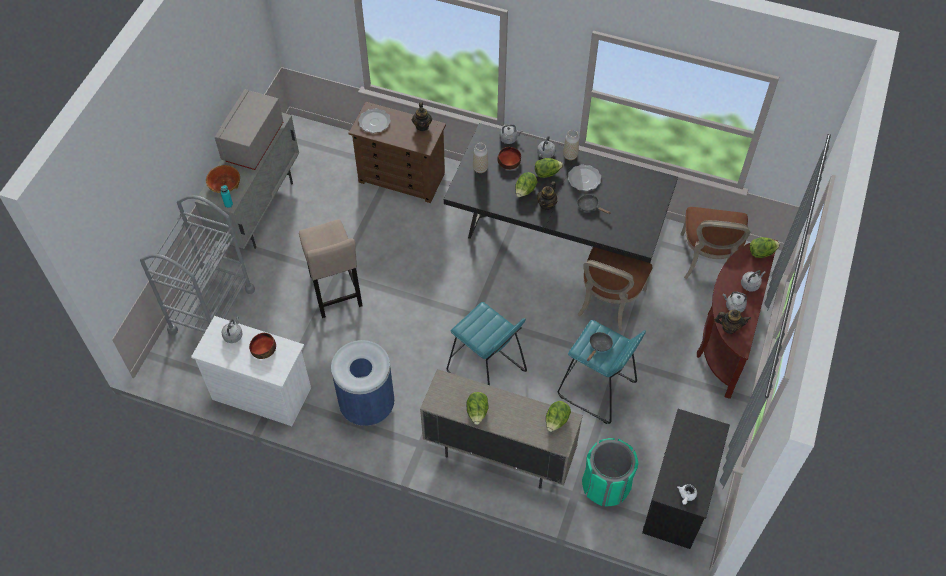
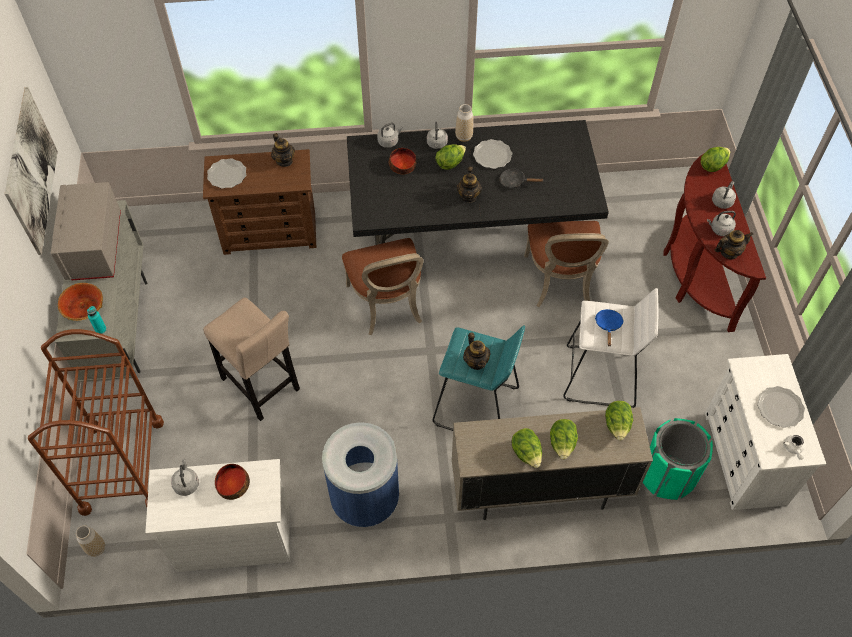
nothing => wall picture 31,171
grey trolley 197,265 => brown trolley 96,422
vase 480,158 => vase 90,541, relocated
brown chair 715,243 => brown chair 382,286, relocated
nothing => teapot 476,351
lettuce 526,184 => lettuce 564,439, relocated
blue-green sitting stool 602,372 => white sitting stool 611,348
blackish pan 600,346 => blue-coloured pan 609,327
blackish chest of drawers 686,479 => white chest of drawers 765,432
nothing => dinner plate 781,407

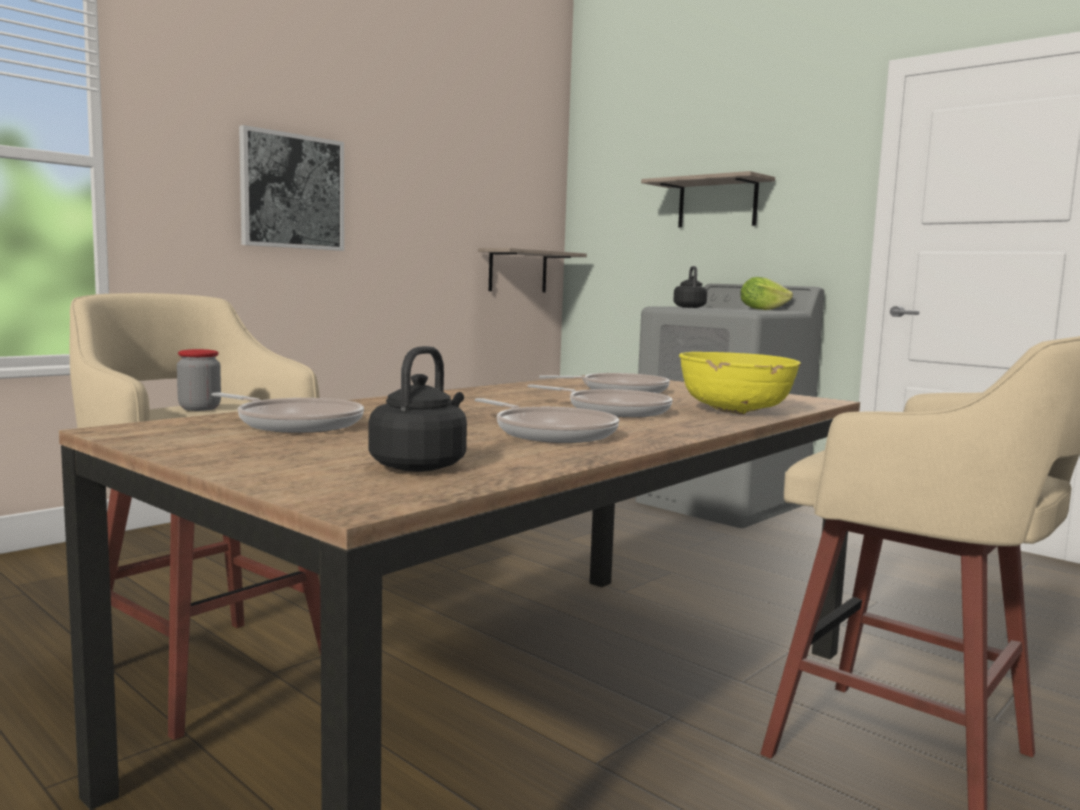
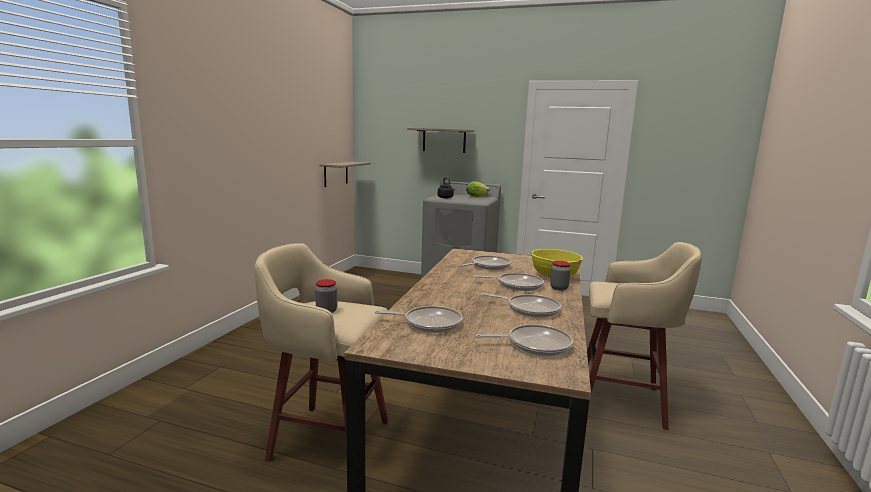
blackish water kettle 418,409 => pan 524,340
nothing => jar 560,275
wall picture 291,188 => nothing

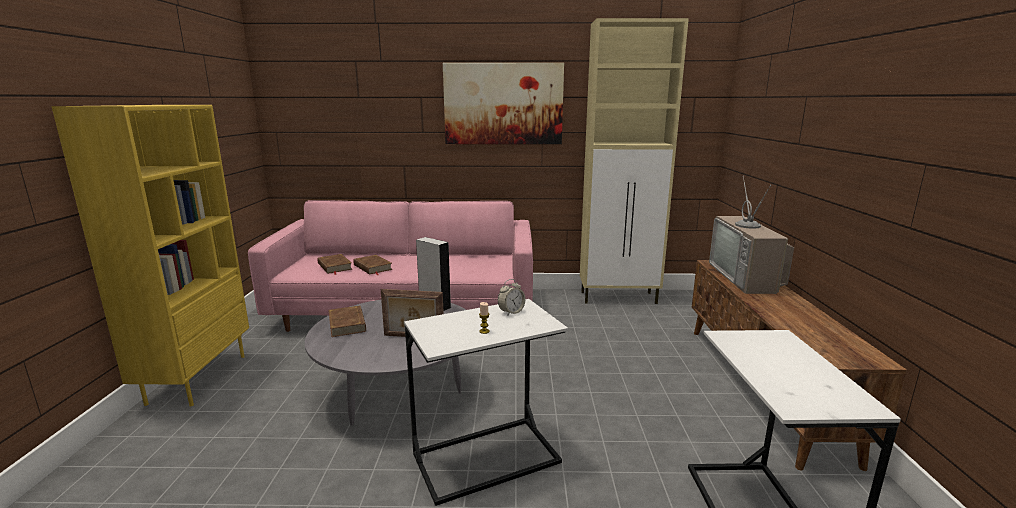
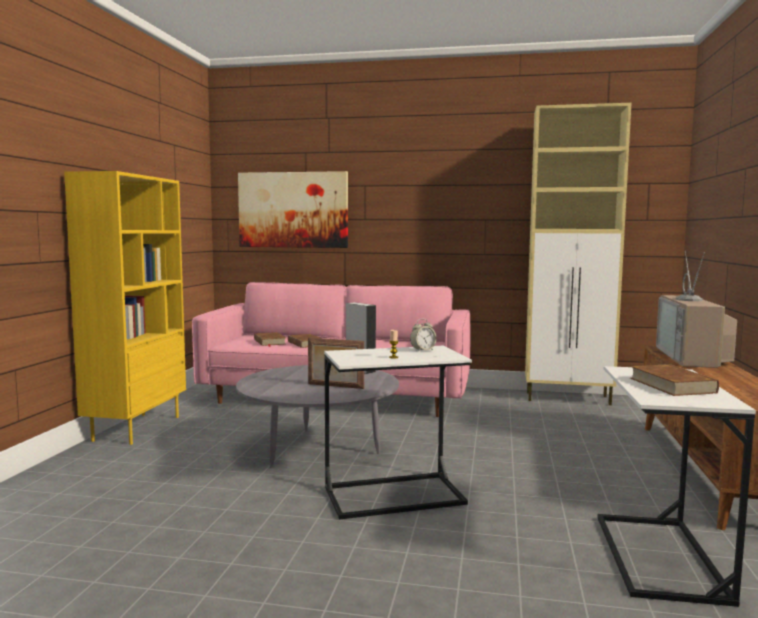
wall picture 503,103 => wall picture 293,209, relocated
brown volume 347,321 => brown volume 674,380, relocated

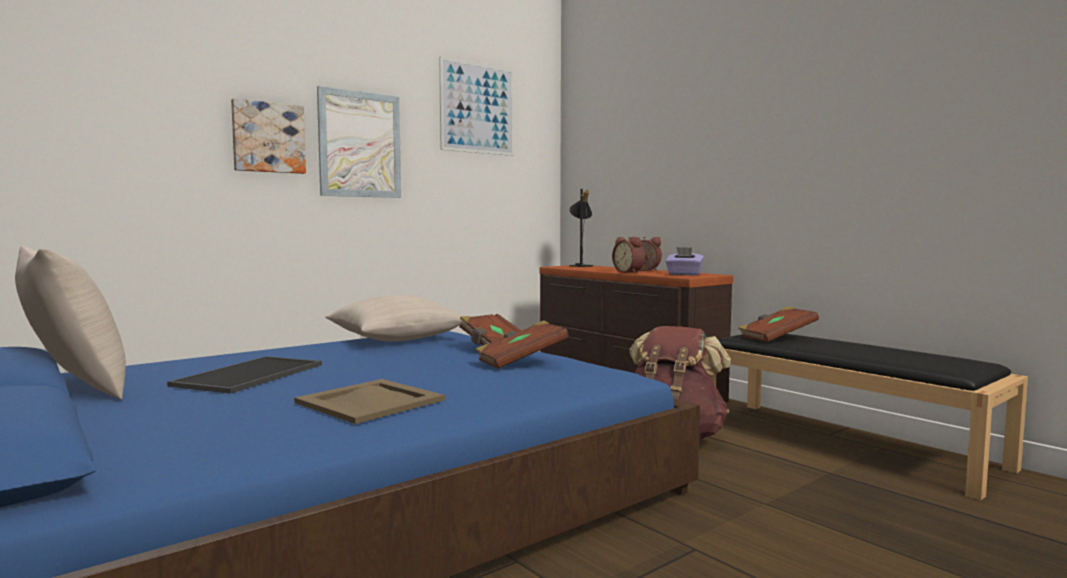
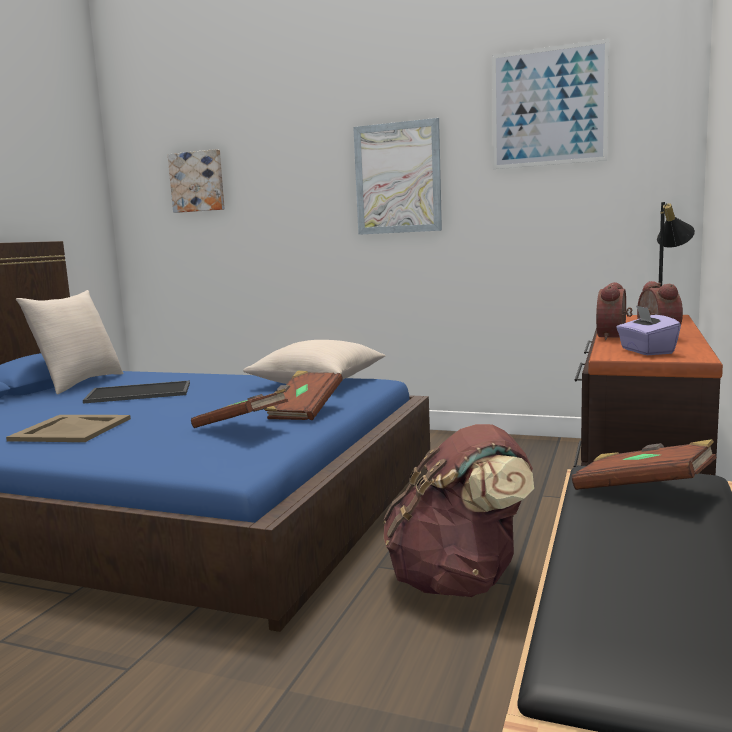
wall picture 268,136 => wall picture 196,181, relocated

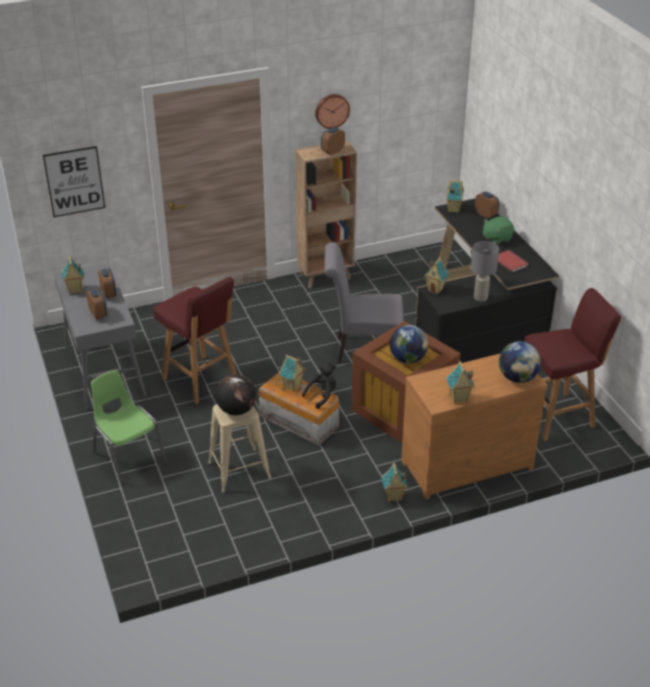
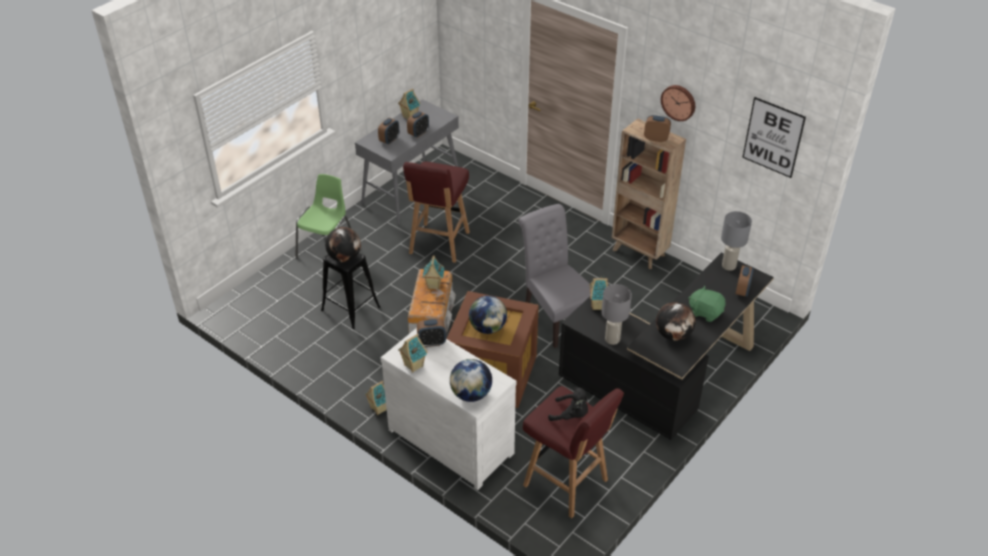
sand-coloured sitting stool 239,448 => blackish sitting stool 350,291
brown chest of drawers 474,426 => white chest of drawers 448,409
nothing => table clock 431,333
blackish soft toy 319,386 => blackish soft toy 568,404, relocated
reddish volume 513,261 => desk globe 676,321
miniature house 455,196 => grey lamp for a table 736,241
wall picture 74,181 => wall picture 774,137, relocated

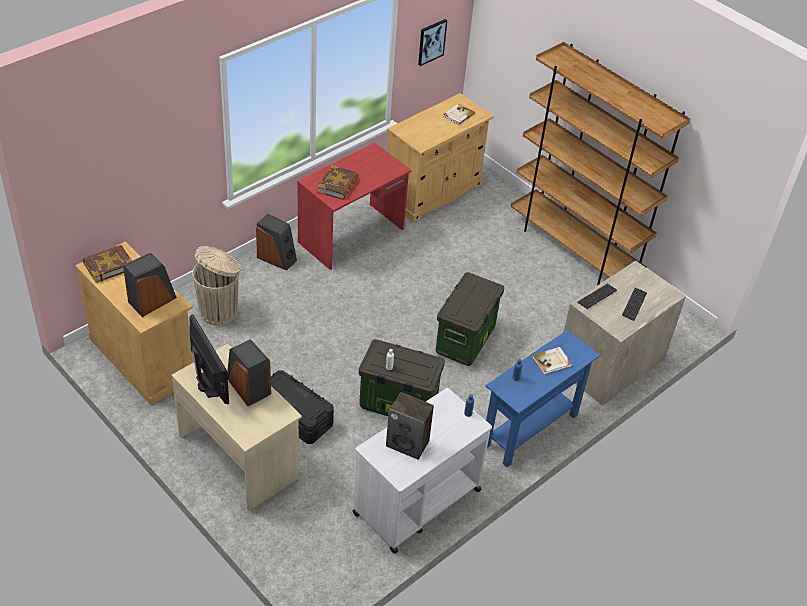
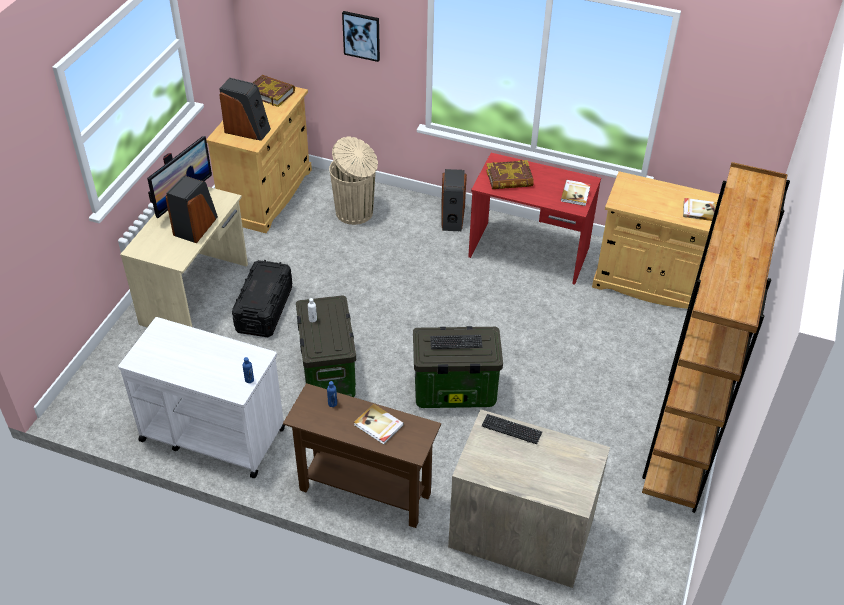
blue-coloured narrow table 543,398 => brown narrow table 362,455
wall picture 432,42 => wall picture 361,36, relocated
keyboard 634,304 => keyboard 456,342, relocated
nothing => volume 576,193
loudspeaker 410,426 => nothing

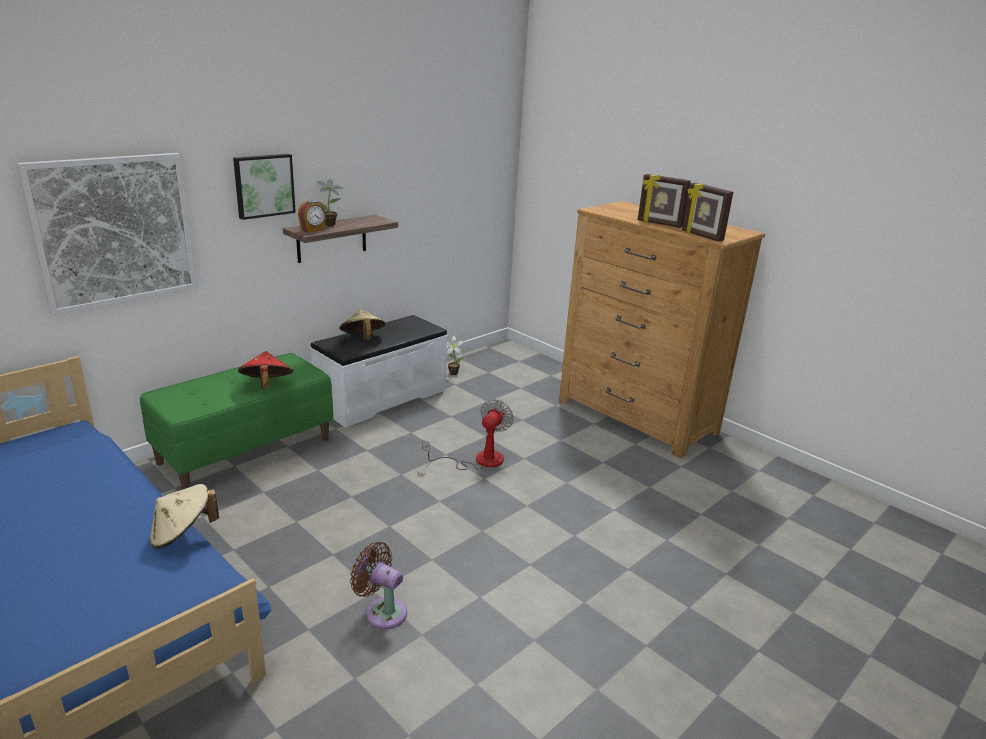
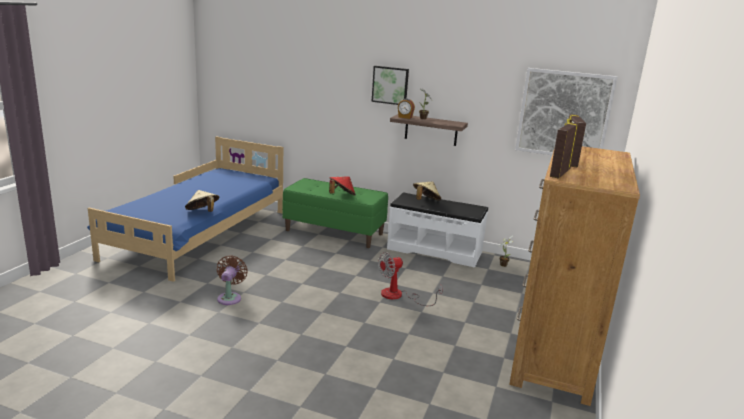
cooling fan 468,434 => cooling fan 410,279, 150 degrees clockwise
wall picture 106,234 => wall picture 566,111, relocated

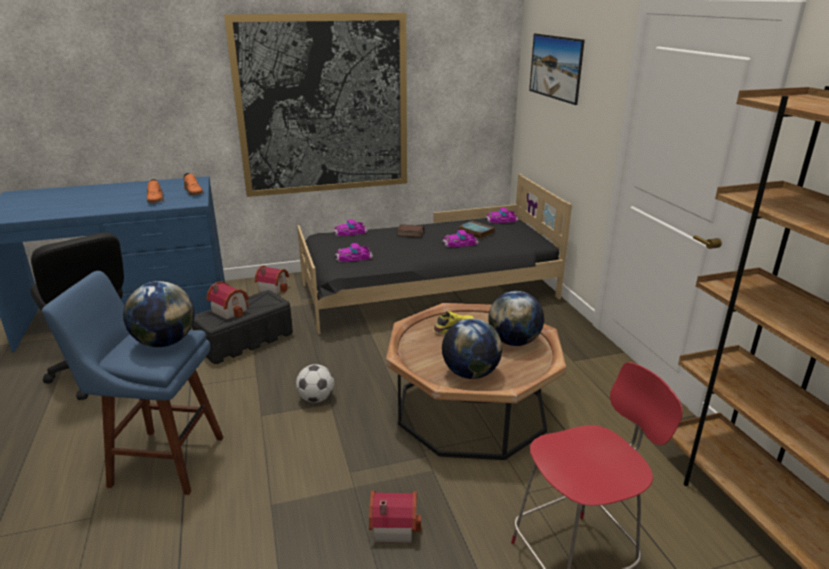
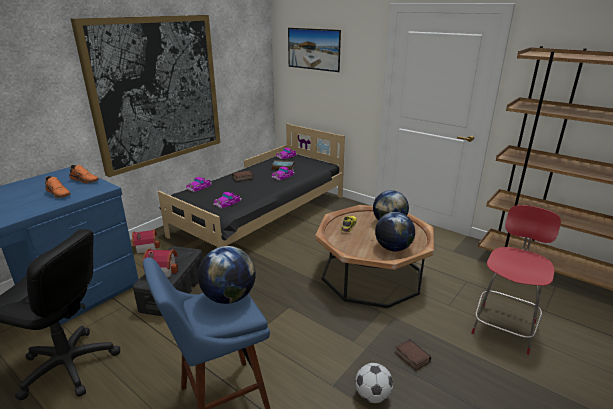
football ball 315,383 => football ball 374,383, relocated
miniature house 395,517 => volume 413,355

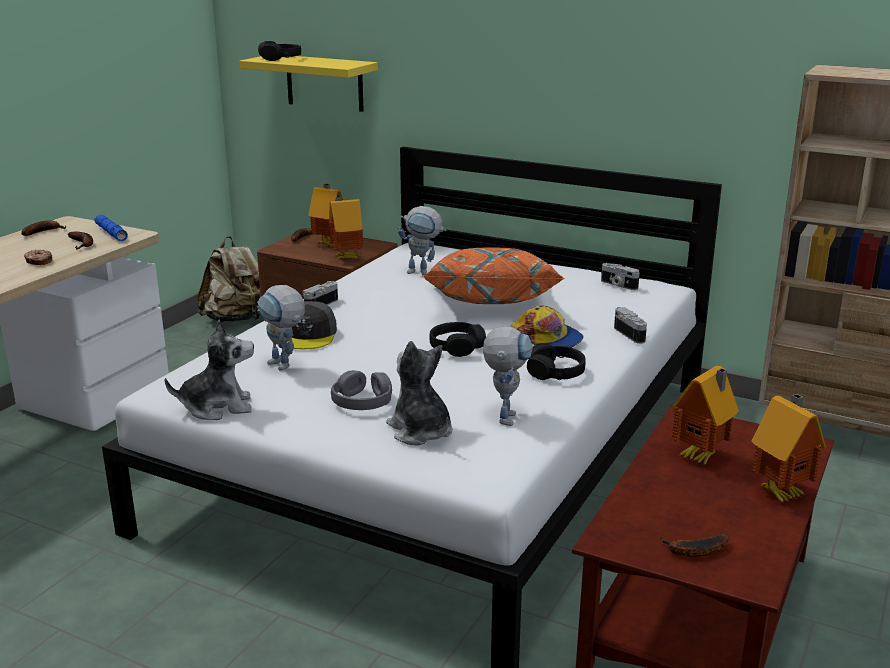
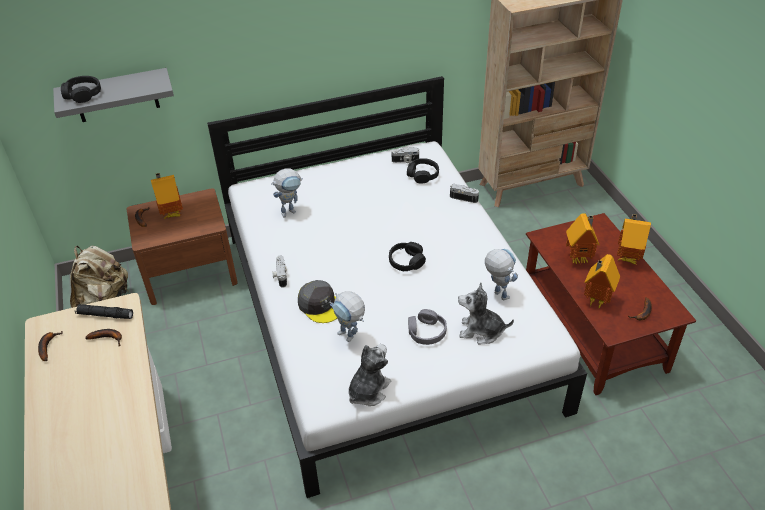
yellow shelf 309,84 => grey shelf 113,95
blue-coloured torch 111,228 => blackish torch 104,311
robot figure 281,328 => robot figure 347,316, 45 degrees clockwise
blackish headphones 556,361 => blackish headphones 423,170, relocated
miniature house 346,228 => miniature house 602,281, relocated
donut 38,257 => nothing
orange cushion 494,276 => nothing
peaked cap 547,326 => nothing

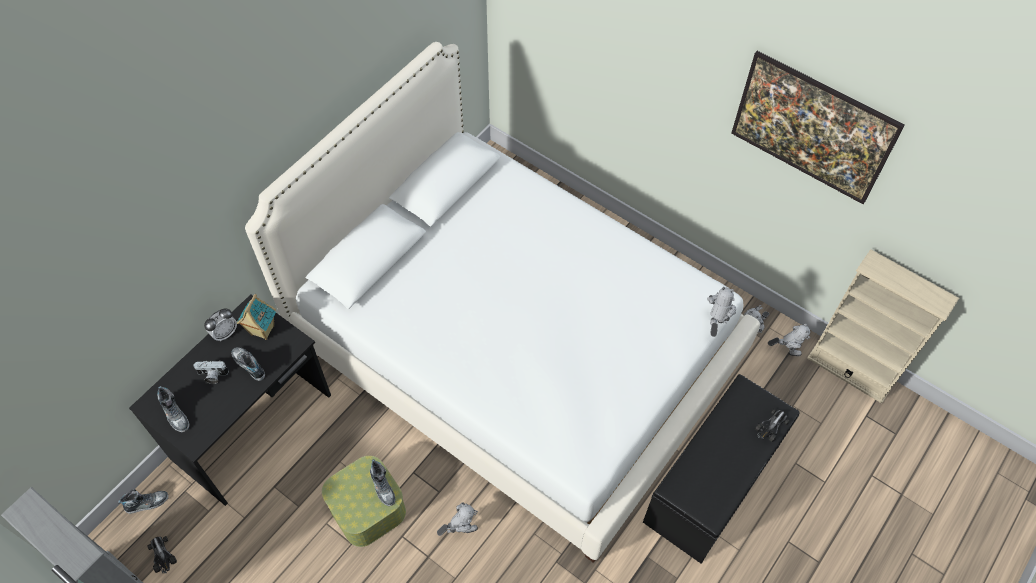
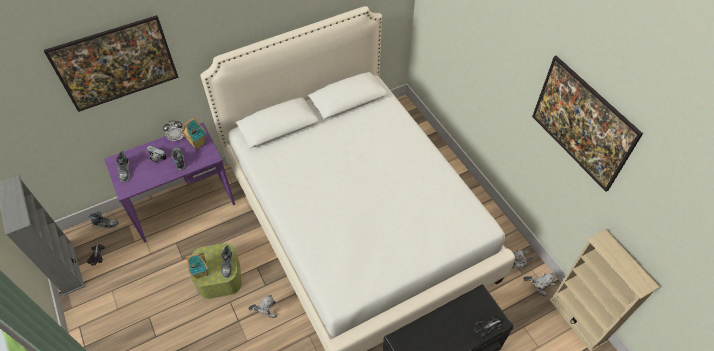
nothing => wall picture 111,63
blackish desk table 230,400 => purple desk table 169,182
nothing => miniature house 197,266
robot figure 721,312 => nothing

